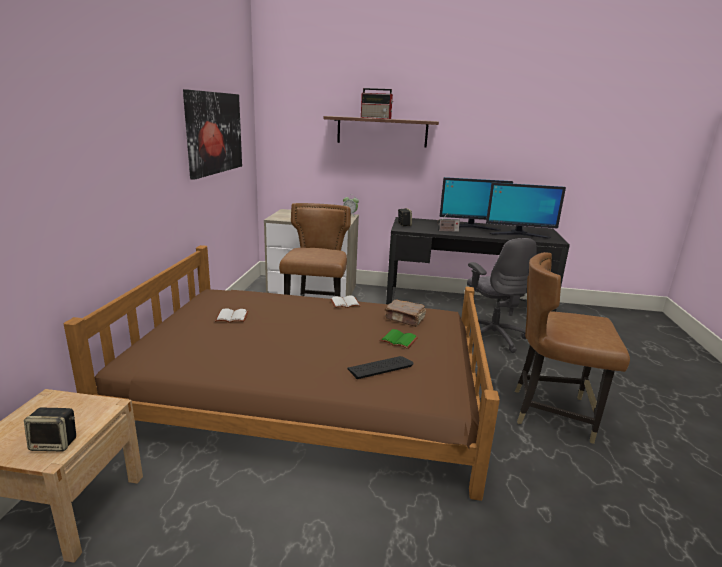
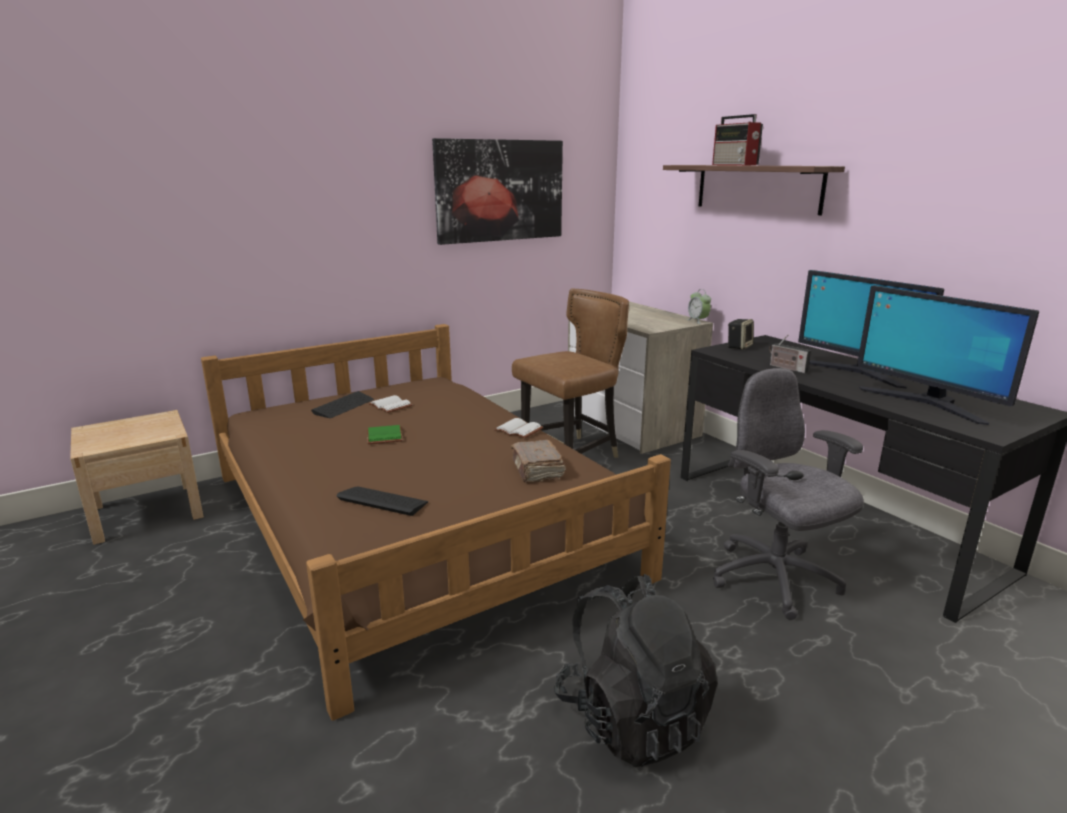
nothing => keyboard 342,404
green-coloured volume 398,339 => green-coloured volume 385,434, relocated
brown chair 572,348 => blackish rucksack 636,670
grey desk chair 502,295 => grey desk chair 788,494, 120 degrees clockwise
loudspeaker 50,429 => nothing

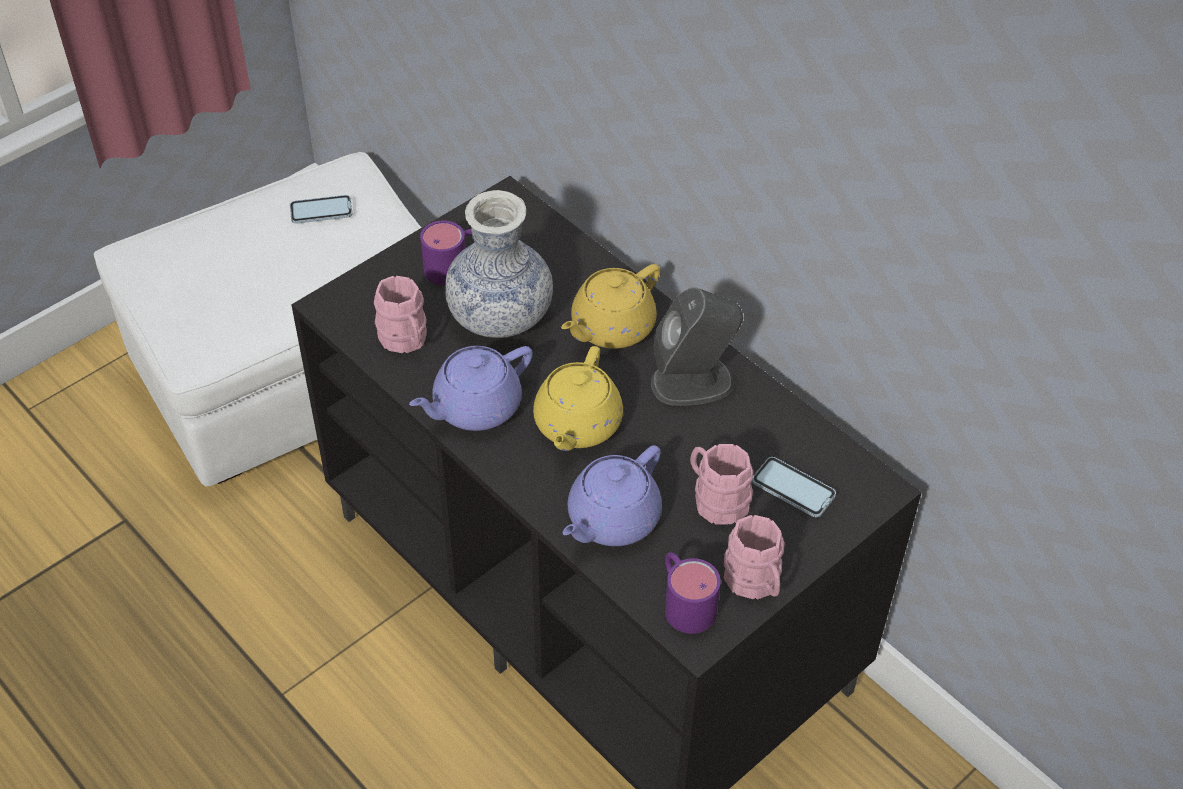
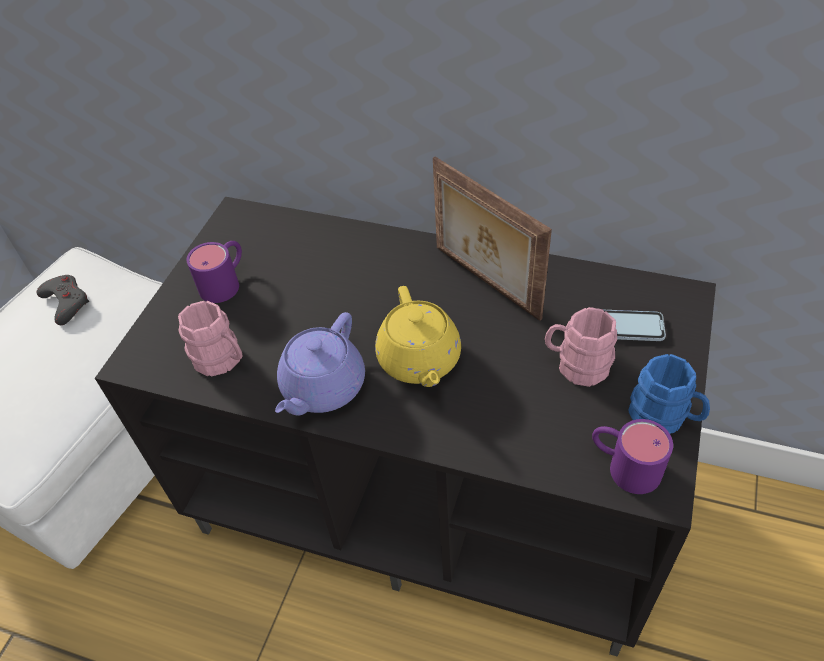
telephone 321,209 => grey game controller 63,300
grey loudspeaker 697,346 => photo frame 492,239
pink-coloured coffee mug 754,557 => blue-coloured coffee mug 669,394
vase 499,264 => nothing
yellow teapot 610,306 => nothing
purple teapot 612,495 => nothing

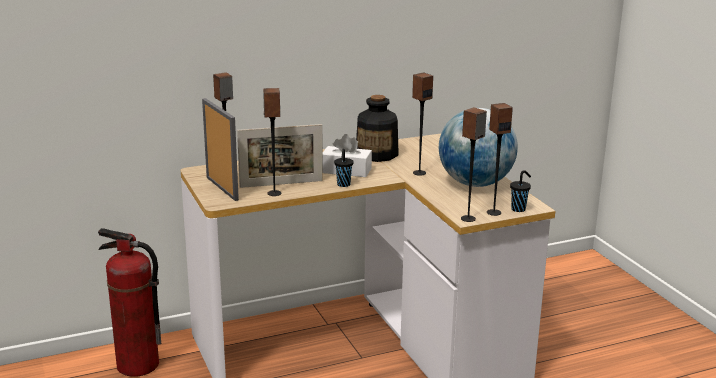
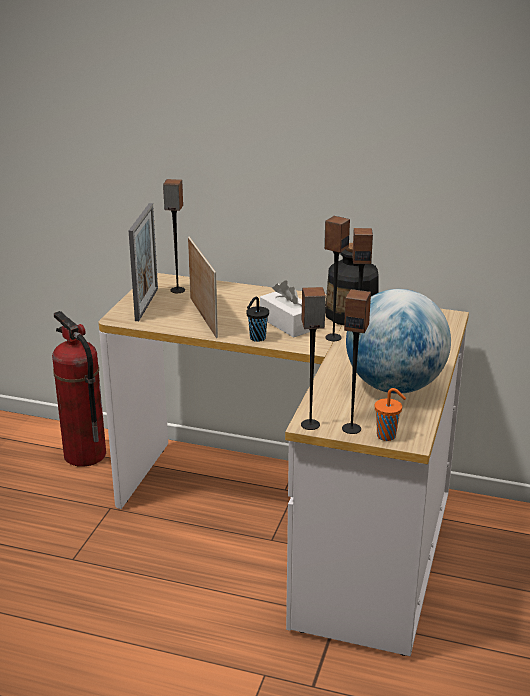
photo frame 280,156 => photo frame 203,287, 135 degrees counterclockwise
loudspeaker 272,142 => loudspeaker 337,278, relocated
blackish drinking cup 520,191 => orange drinking cup 390,414

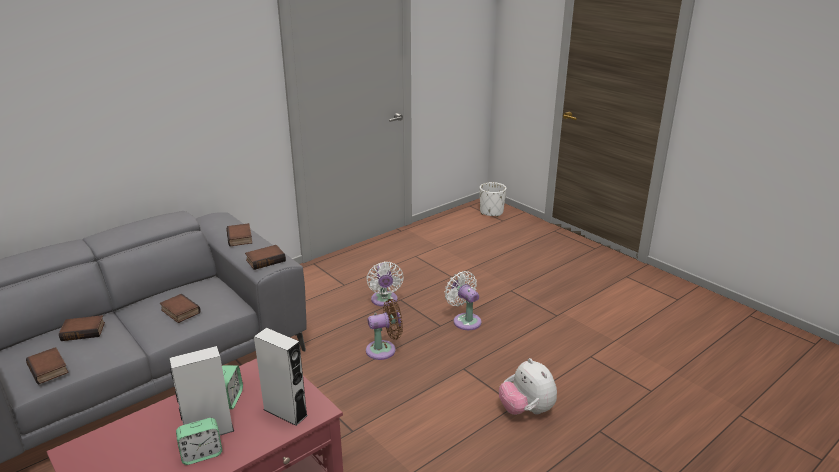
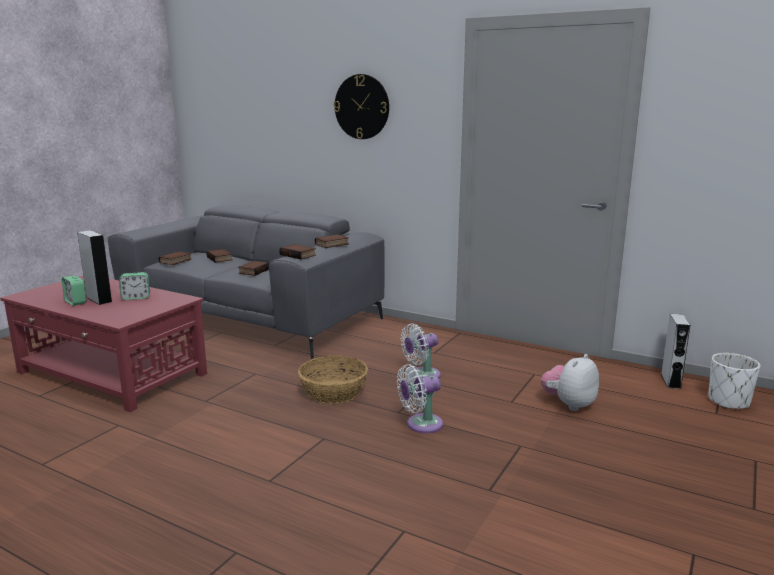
brown cooling fan 384,329 => storage basket 333,379
nothing => clock on the wall 361,106
white cooling fan 463,300 => white cooling fan 420,398, 150 degrees counterclockwise
soft toy 528,386 => soft toy 570,382, relocated
grey loudspeaker 281,377 => grey loudspeaker 675,351, relocated

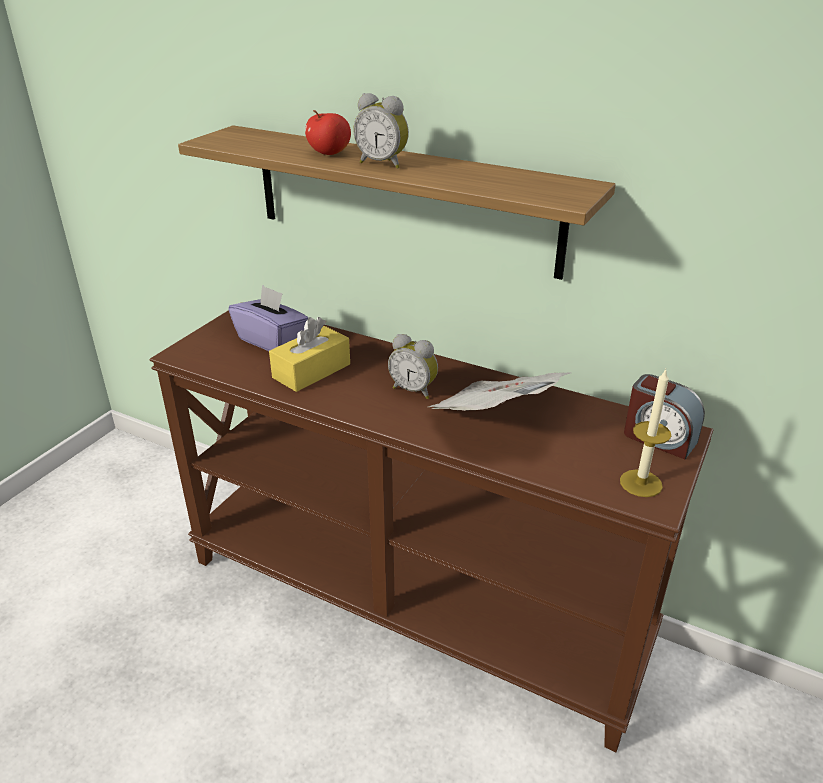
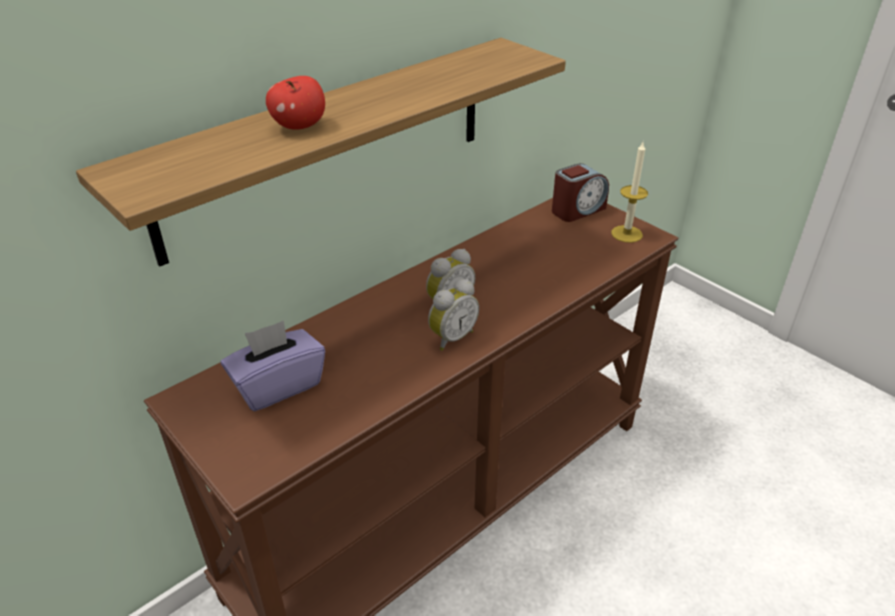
table clock 381,131 => table clock 453,315, relocated
yellow box of tissues 309,354 => nothing
daily paper 500,391 => nothing

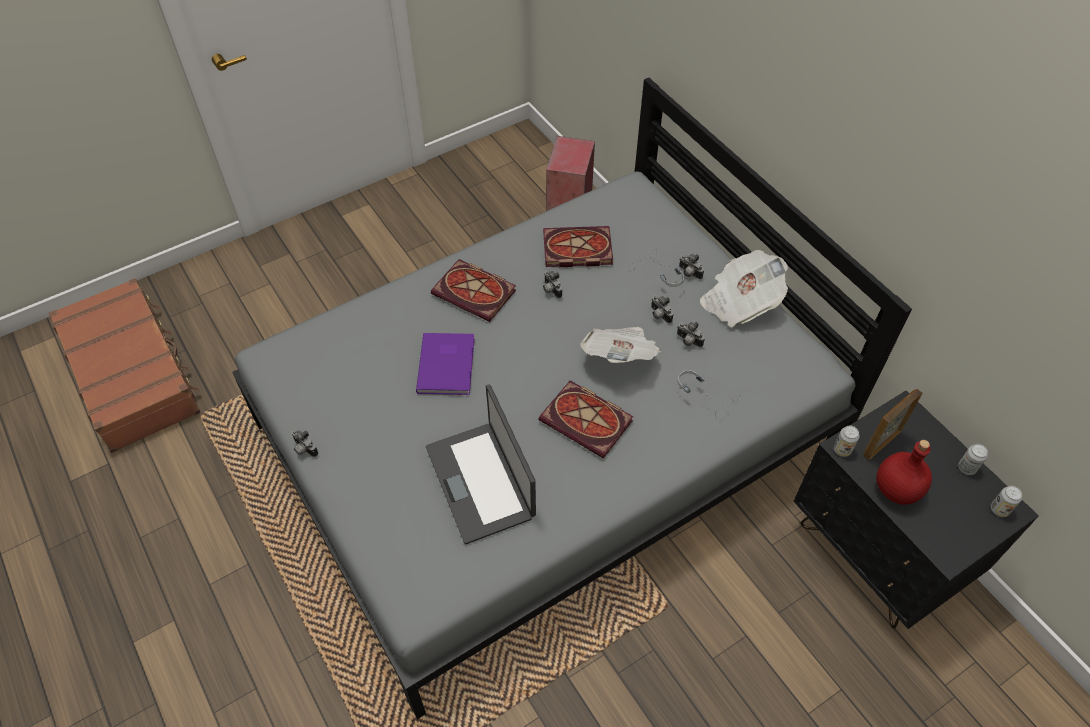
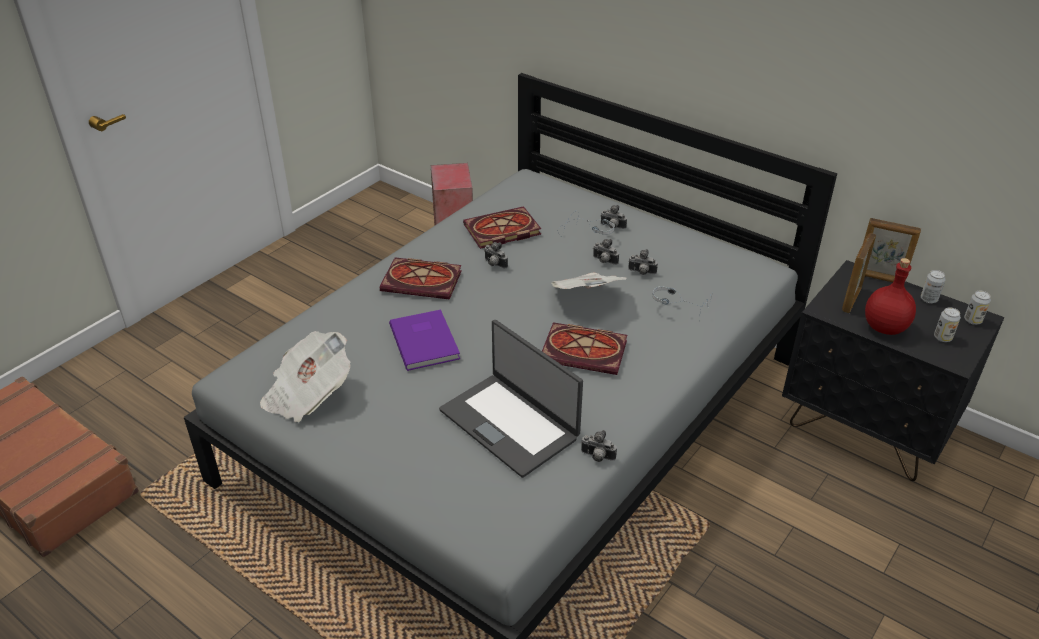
daily paper 744,288 => daily paper 305,376, relocated
still camera 305,443 => still camera 599,446, relocated
nothing => photo frame 892,250
metal can 847,441 => metal can 947,324, relocated

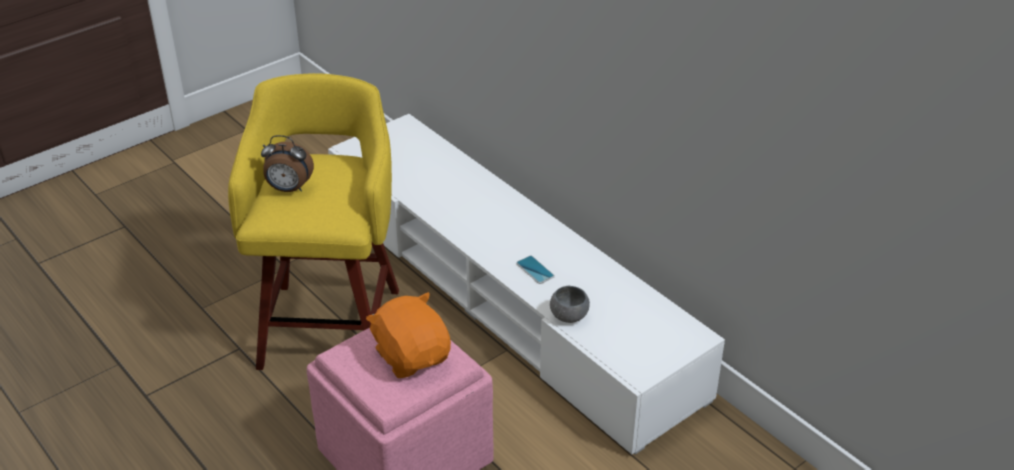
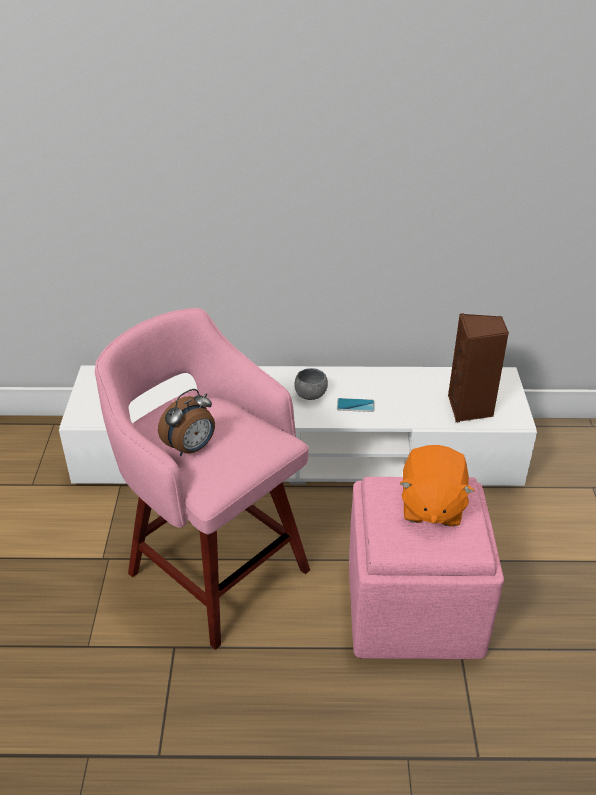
yellow sitting stool 313,221 => pink-coloured sitting stool 202,479
grey serving bowl 570,304 => grey serving bowl 311,384, relocated
orange soft toy 408,335 => orange soft toy 437,486, 90 degrees counterclockwise
nothing => brown loudspeaker 478,367

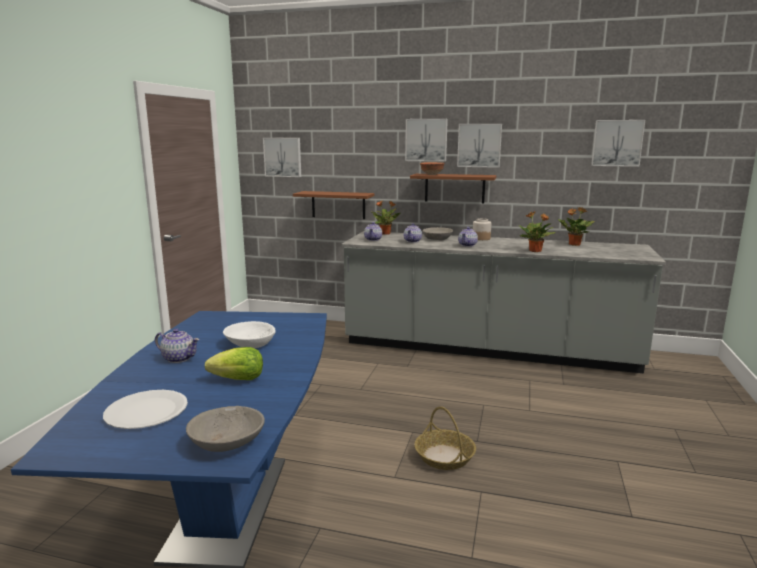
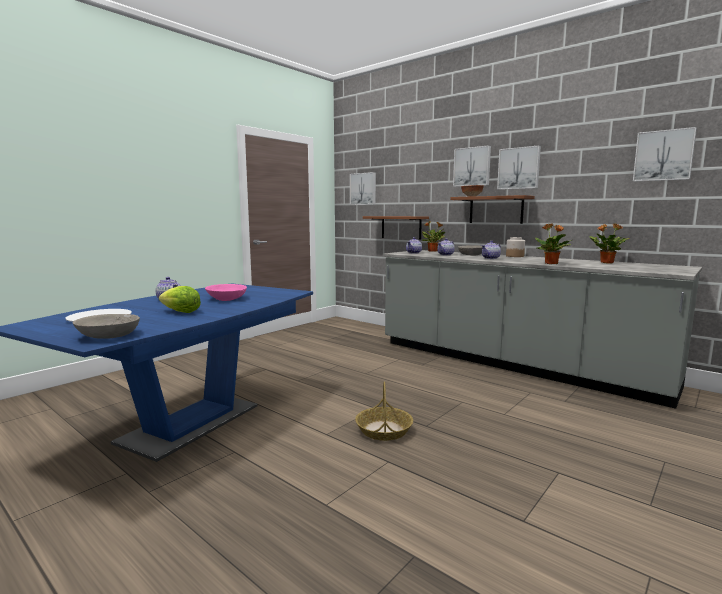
white serving bowl 249,334 => pink-coloured serving bowl 226,292

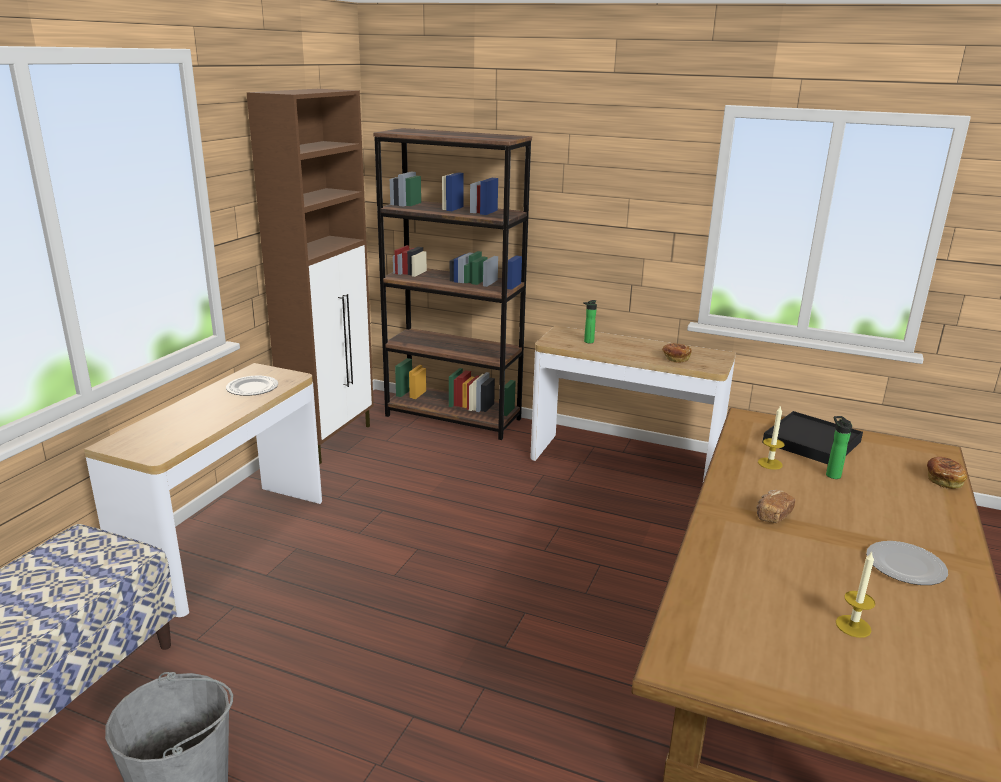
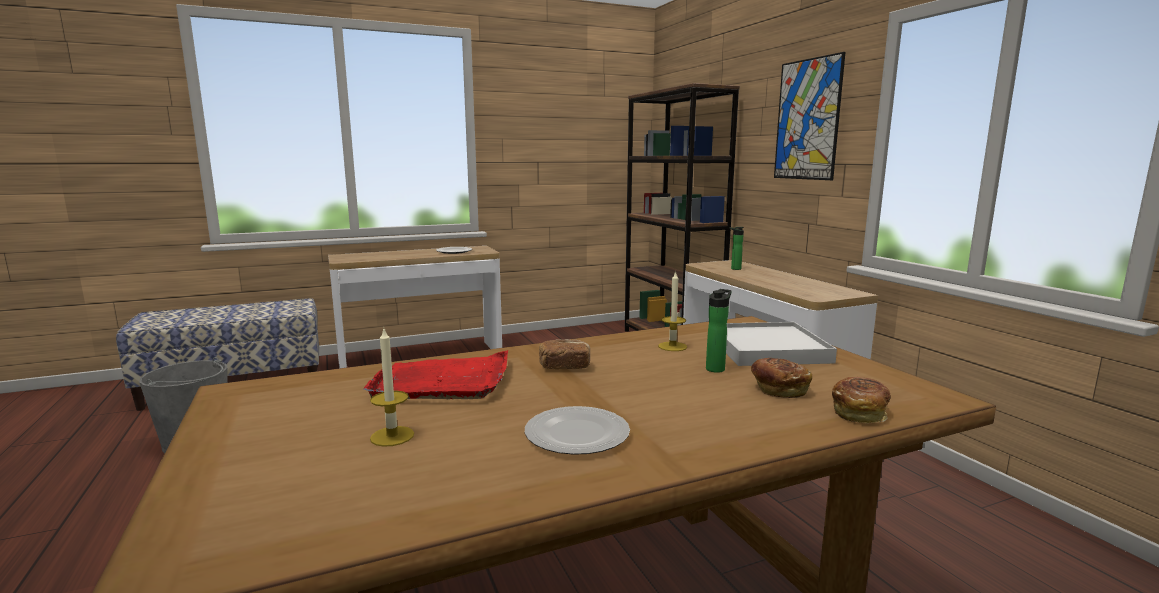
nothing => reddish tray 435,374
blackish tray 812,437 => white tray 781,344
bread 677,353 => bread 781,378, relocated
nothing => wall picture 809,116
brown storage cabinet 310,276 => nothing

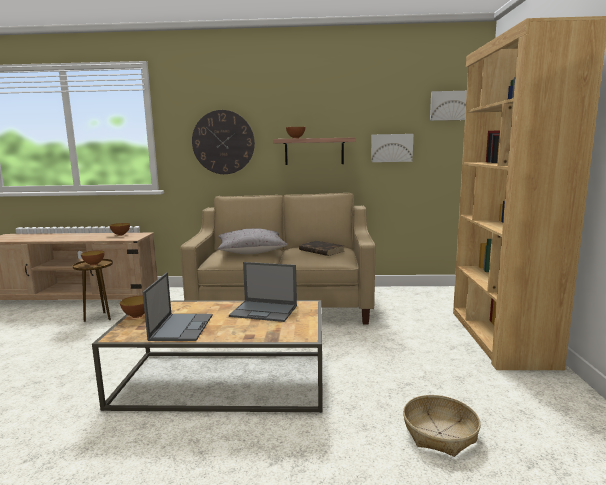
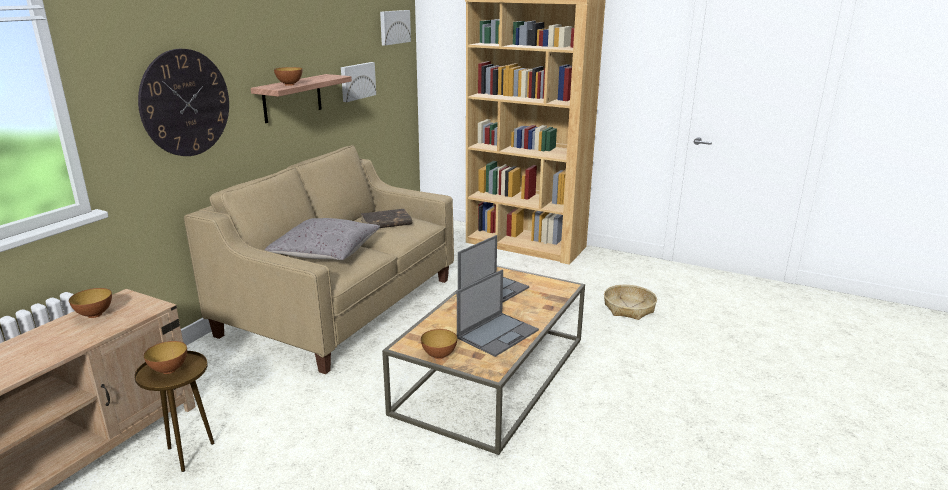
laptop 178,306 => laptop 498,313, 105 degrees clockwise

